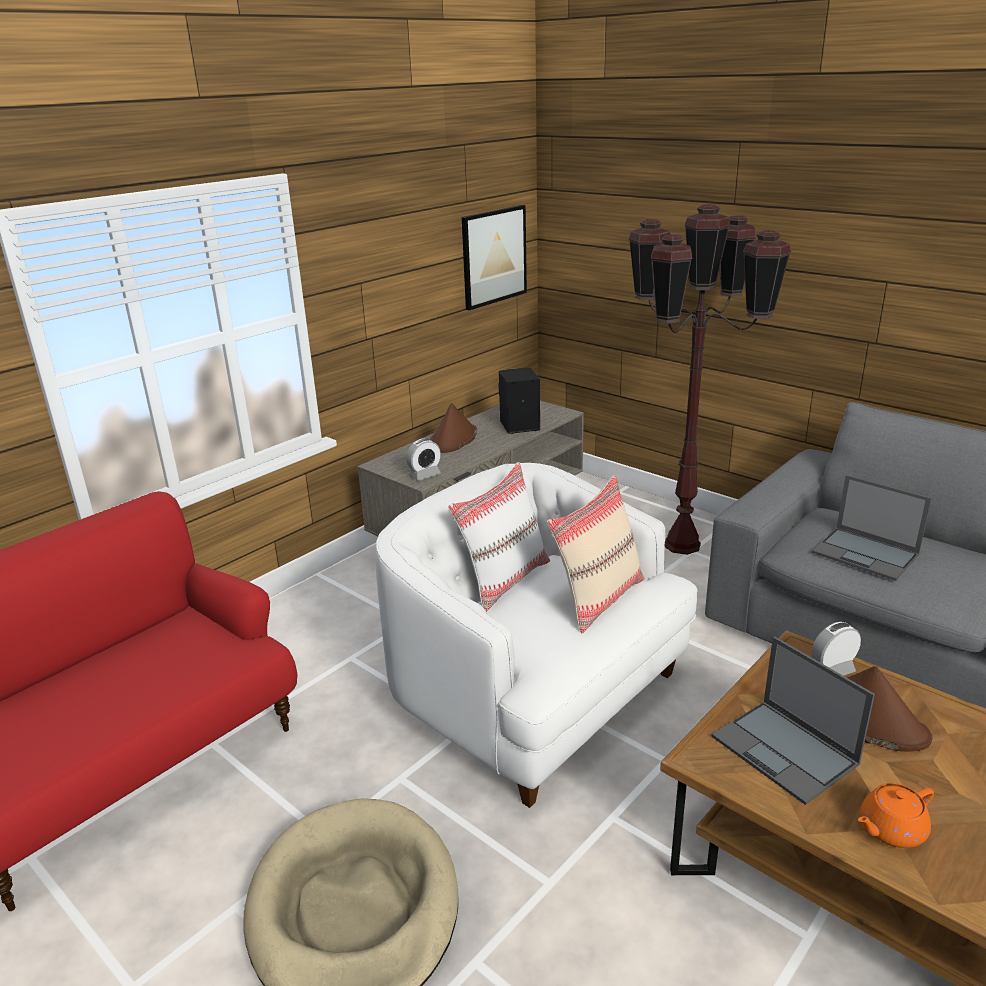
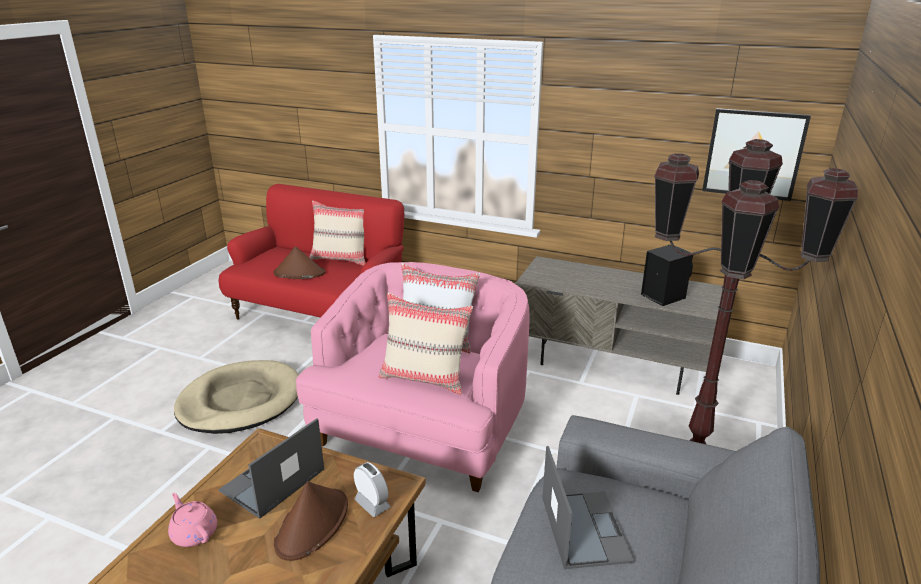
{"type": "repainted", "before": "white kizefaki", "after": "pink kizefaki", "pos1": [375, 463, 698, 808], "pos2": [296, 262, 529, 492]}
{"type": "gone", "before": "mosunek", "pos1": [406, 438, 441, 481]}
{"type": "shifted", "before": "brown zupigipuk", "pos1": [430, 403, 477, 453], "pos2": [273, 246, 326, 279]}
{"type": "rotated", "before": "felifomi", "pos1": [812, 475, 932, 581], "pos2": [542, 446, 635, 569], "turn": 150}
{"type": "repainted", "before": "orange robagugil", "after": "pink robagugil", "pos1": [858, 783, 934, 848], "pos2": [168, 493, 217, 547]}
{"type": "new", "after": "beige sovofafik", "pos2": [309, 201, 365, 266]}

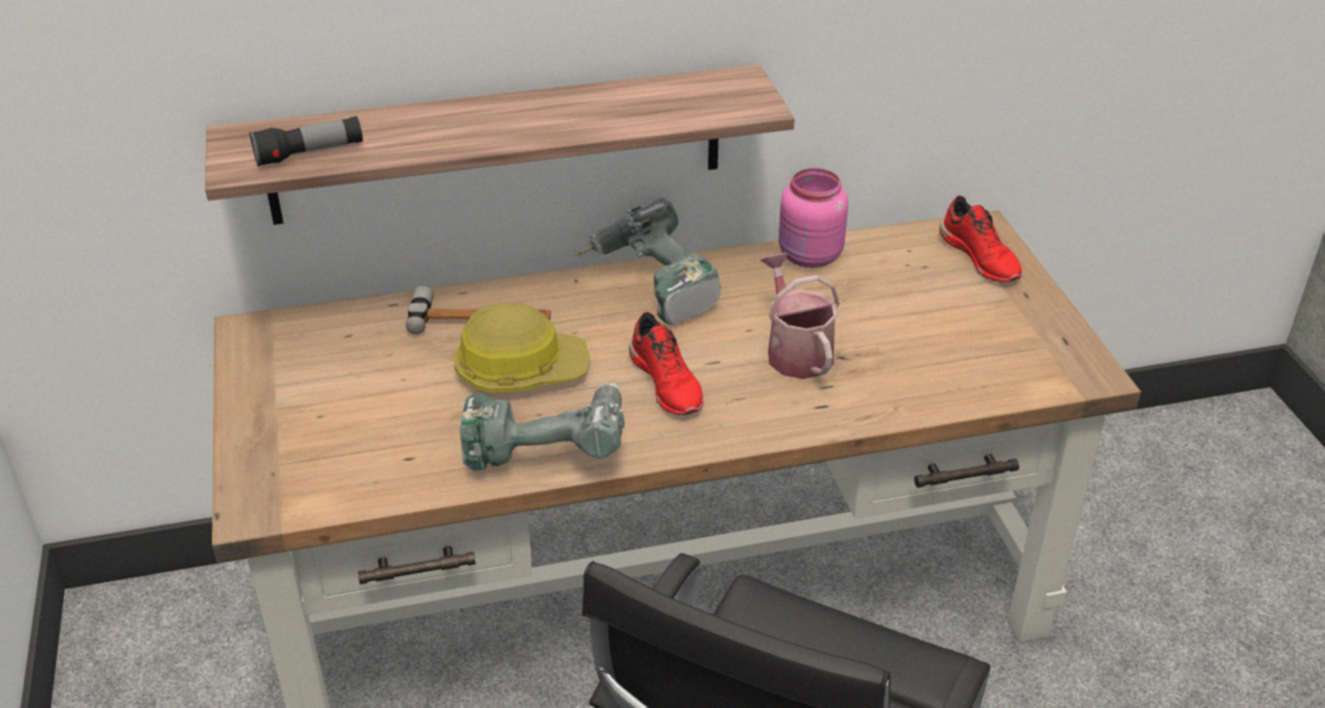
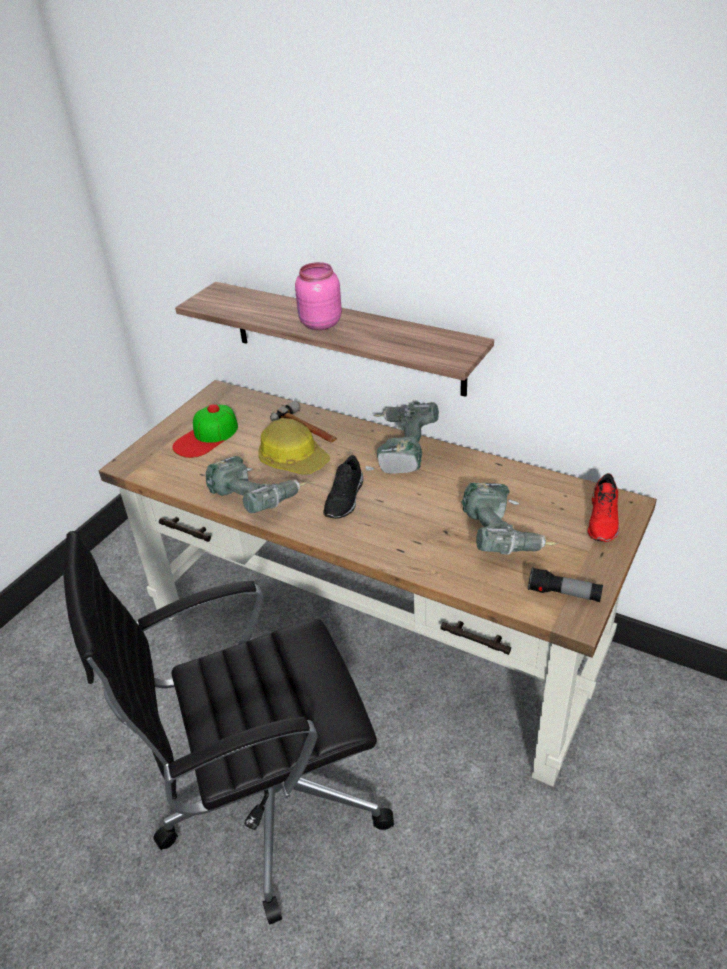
{"type": "shifted", "before": "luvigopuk", "pos1": [249, 116, 363, 167], "pos2": [528, 567, 603, 602]}
{"type": "repainted", "before": "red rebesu", "after": "black rebesu", "pos1": [629, 312, 704, 415], "pos2": [324, 455, 364, 519]}
{"type": "gone", "before": "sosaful", "pos1": [760, 253, 840, 379]}
{"type": "shifted", "before": "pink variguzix", "pos1": [779, 168, 848, 268], "pos2": [295, 262, 342, 330]}
{"type": "new", "after": "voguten", "pos2": [173, 404, 238, 458]}
{"type": "new", "after": "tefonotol", "pos2": [461, 483, 558, 555]}

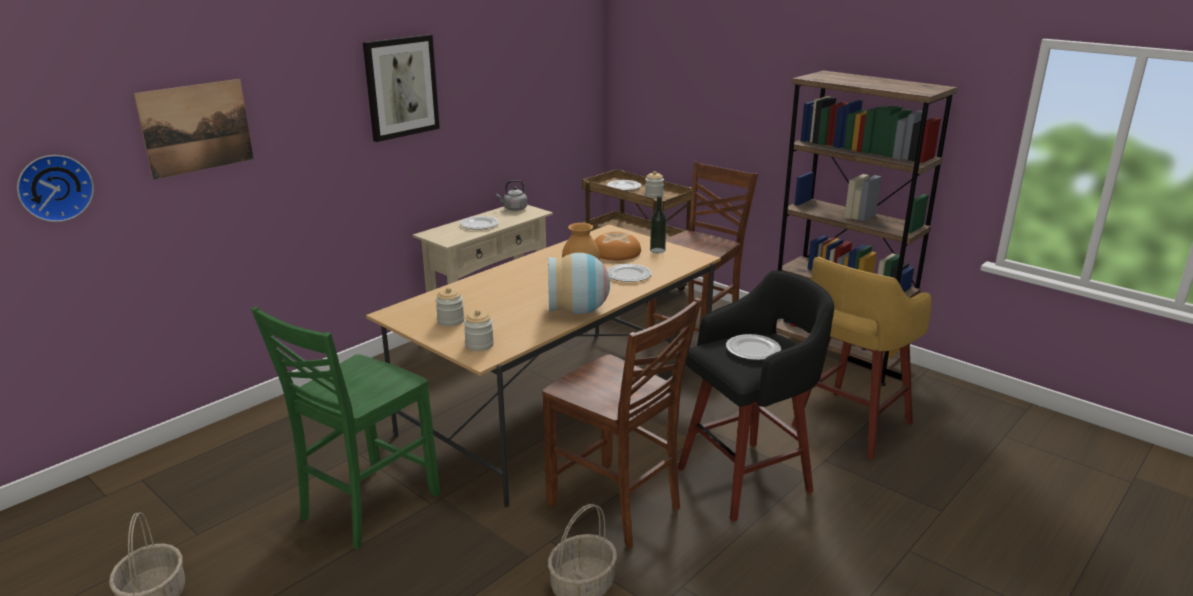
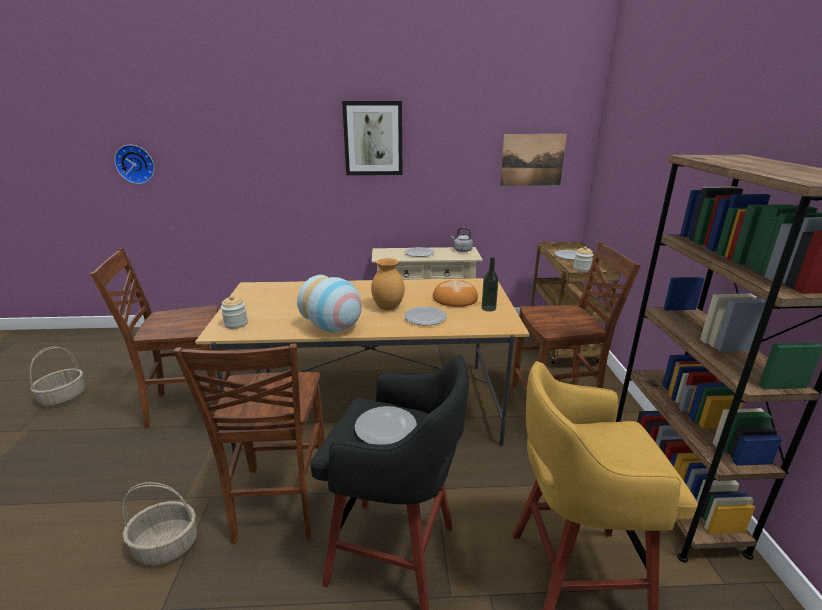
{"type": "shifted", "before": "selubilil", "pos1": [134, 79, 254, 180], "pos2": [500, 134, 567, 186]}
{"type": "repainted", "before": "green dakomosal", "after": "brown dakomosal", "pos1": [251, 307, 440, 549], "pos2": [90, 248, 231, 428]}
{"type": "gone", "before": "variguzix", "pos1": [435, 287, 464, 327]}

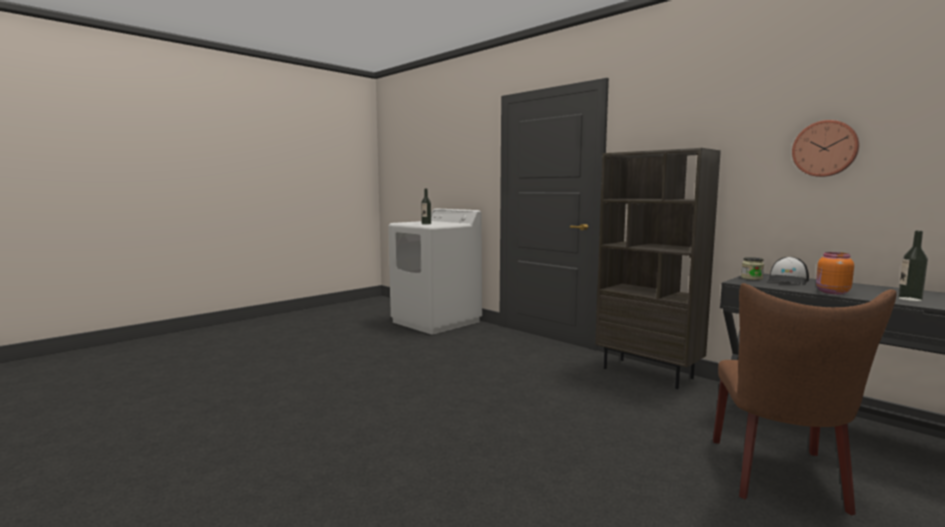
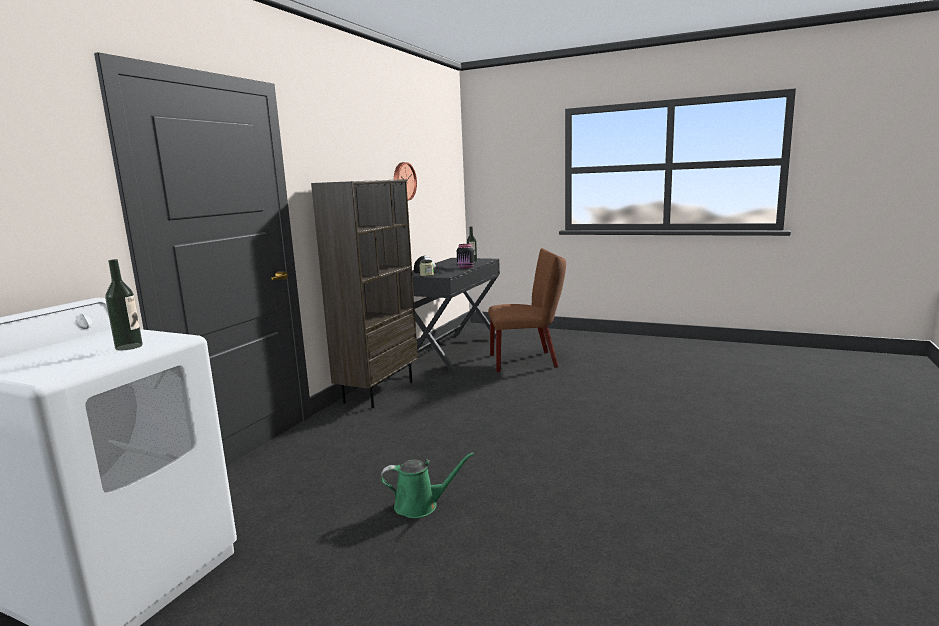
{"type": "repainted", "before": "orange variguzix", "after": "black variguzix", "pos1": [816, 252, 854, 294], "pos2": [457, 244, 474, 268]}
{"type": "new", "after": "green sosaful", "pos2": [380, 452, 474, 518]}

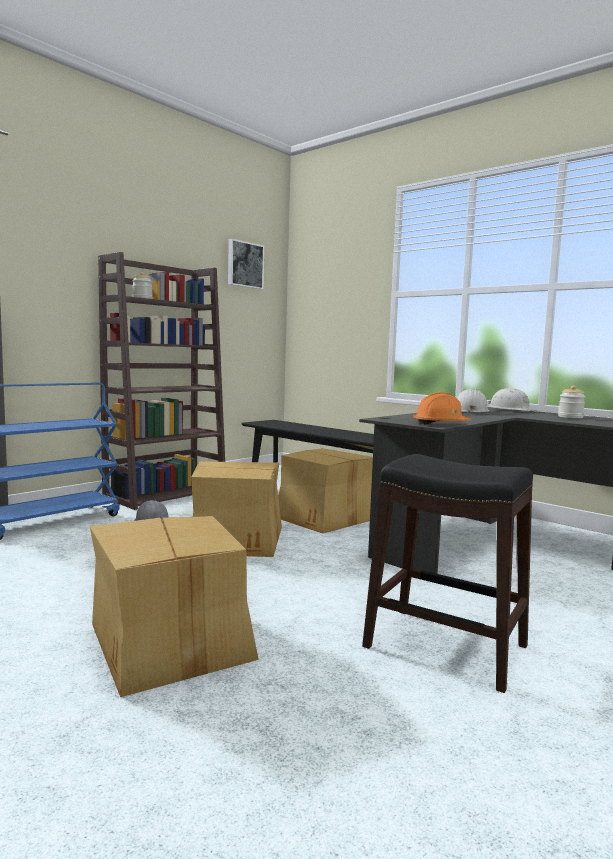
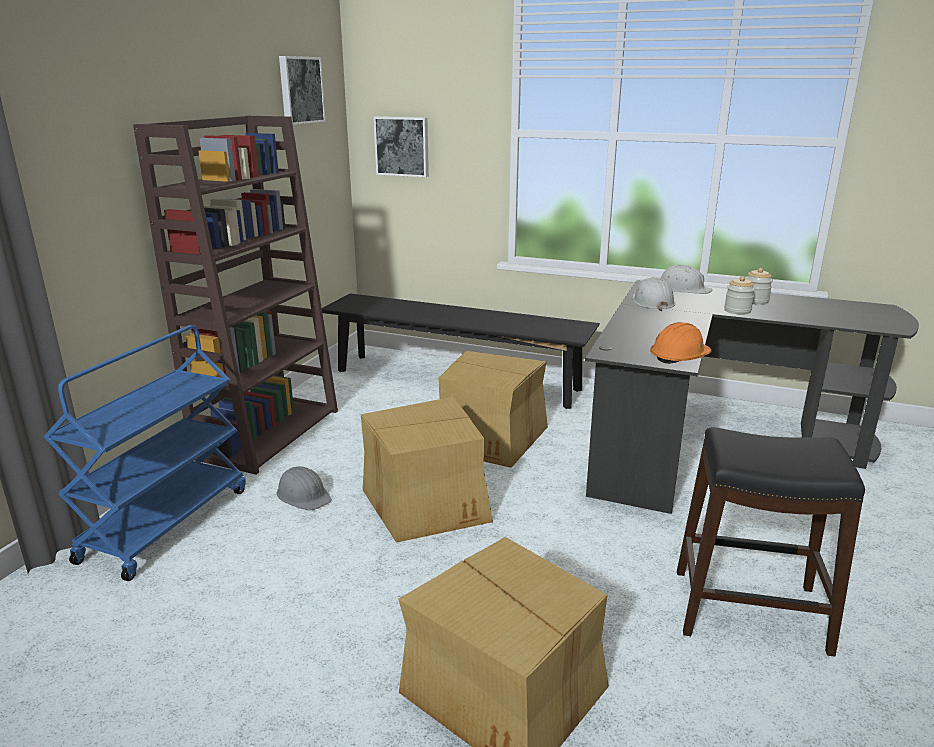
{"type": "shifted", "before": "variguzix", "pos1": [132, 272, 153, 299], "pos2": [724, 276, 755, 315]}
{"type": "new", "after": "selubilil", "pos2": [374, 116, 429, 177]}

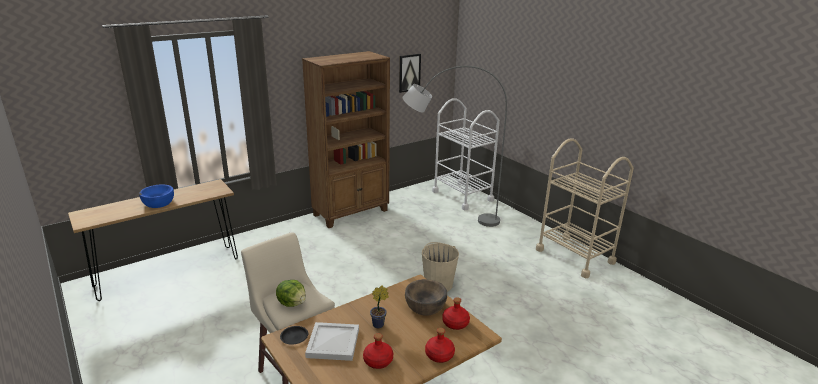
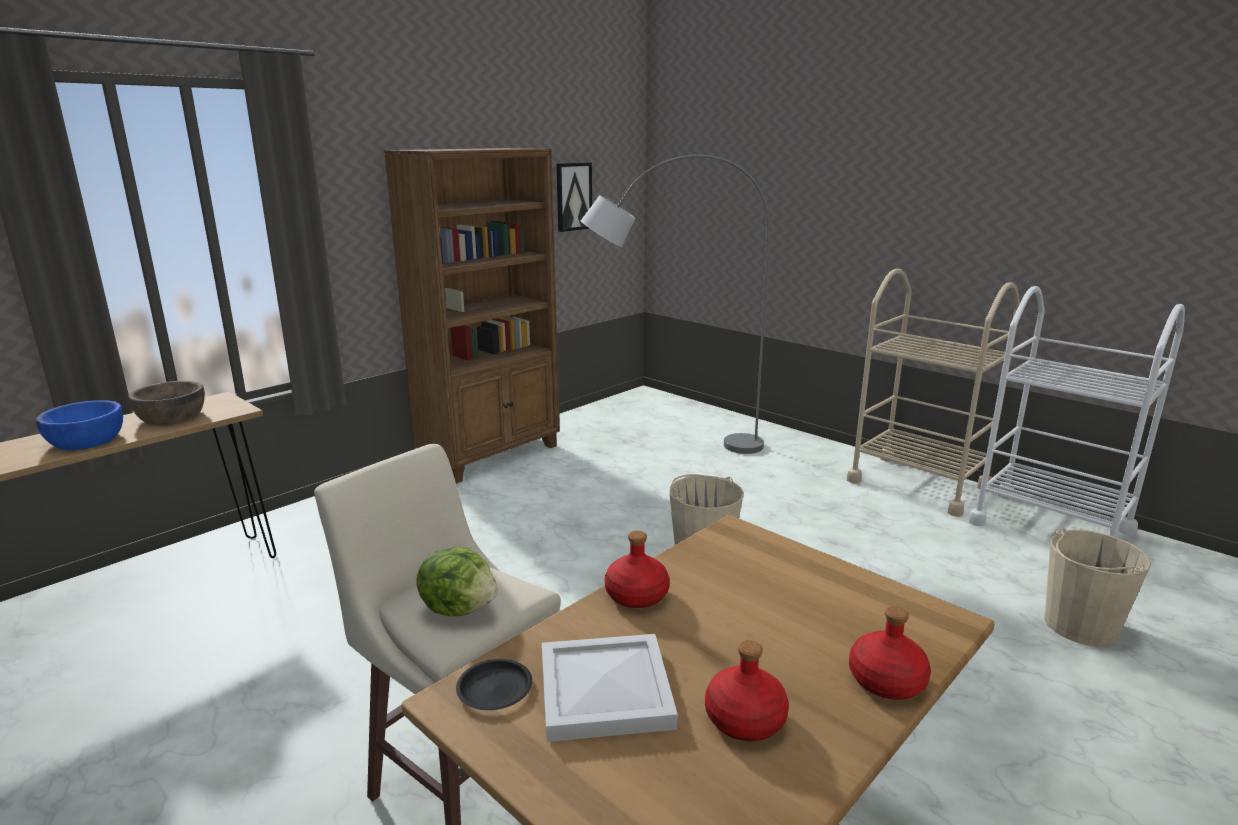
{"type": "gone", "before": "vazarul", "pos1": [370, 286, 389, 328]}
{"type": "shifted", "before": "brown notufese", "pos1": [405, 279, 447, 316], "pos2": [128, 381, 205, 426]}
{"type": "shifted", "before": "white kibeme", "pos1": [432, 98, 500, 210], "pos2": [969, 286, 1185, 537]}
{"type": "shifted", "before": "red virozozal", "pos1": [442, 298, 470, 330], "pos2": [605, 531, 670, 608]}
{"type": "new", "after": "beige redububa", "pos2": [1044, 528, 1151, 646]}

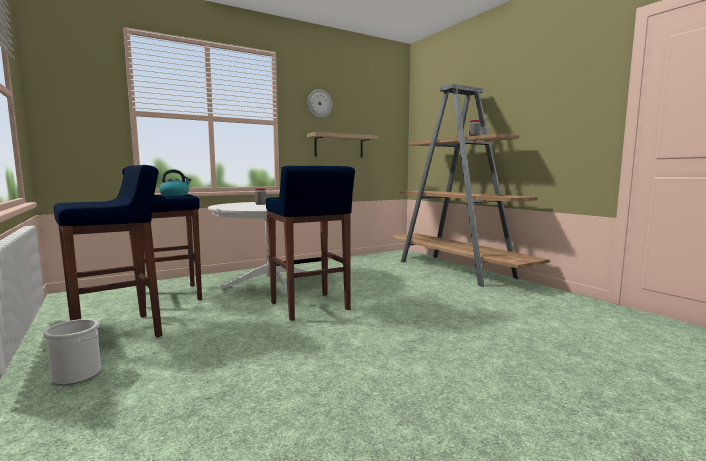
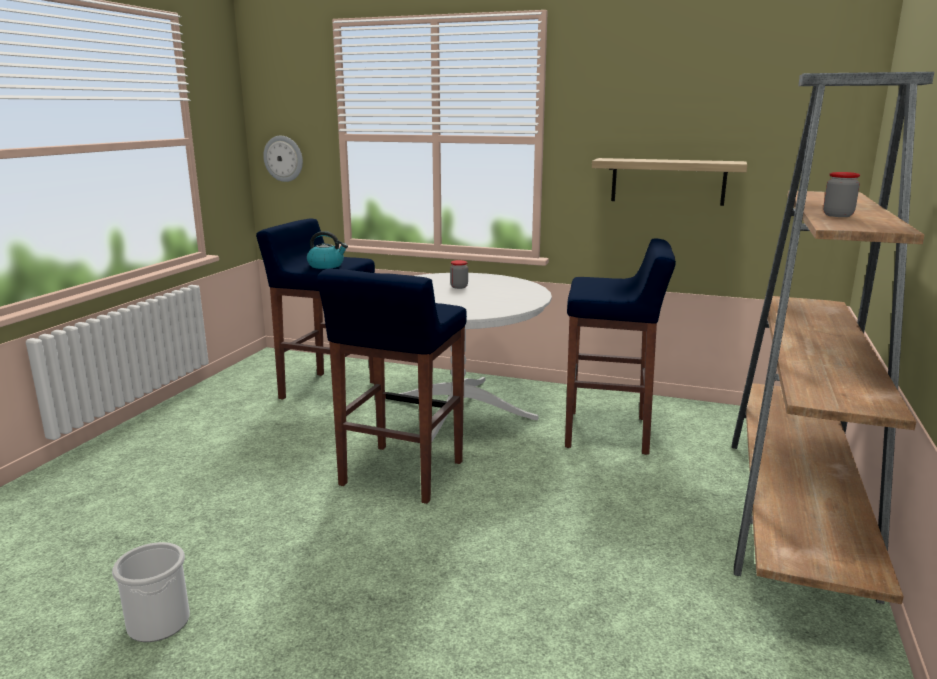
{"type": "shifted", "before": "redububa", "pos1": [43, 319, 101, 385], "pos2": [112, 542, 190, 642]}
{"type": "shifted", "before": "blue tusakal", "pos1": [54, 165, 162, 337], "pos2": [565, 238, 676, 455]}
{"type": "shifted", "before": "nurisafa", "pos1": [307, 89, 332, 118], "pos2": [263, 136, 303, 182]}

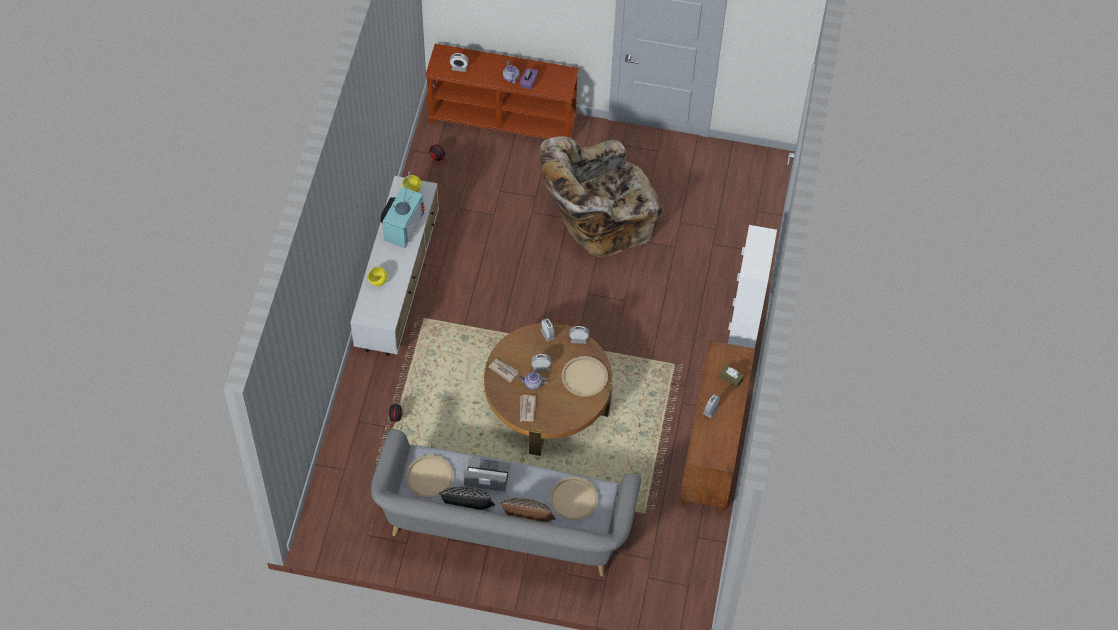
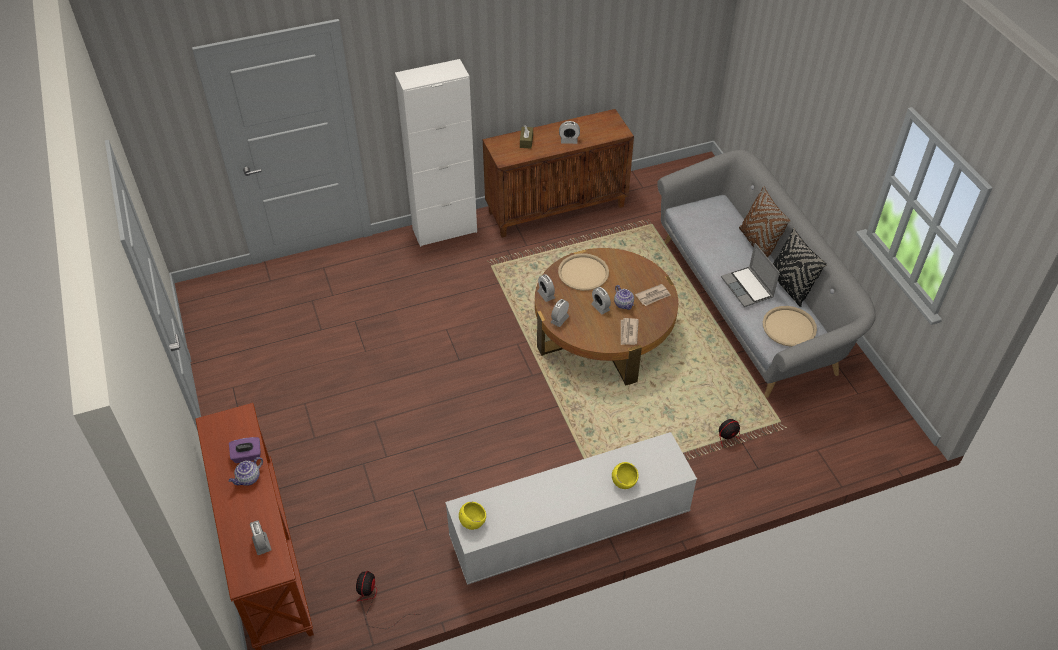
{"type": "gone", "before": "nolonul", "pos1": [381, 171, 425, 248]}
{"type": "gone", "before": "beige kizefaki", "pos1": [540, 136, 662, 257]}
{"type": "gone", "before": "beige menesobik", "pos1": [550, 476, 598, 520]}

